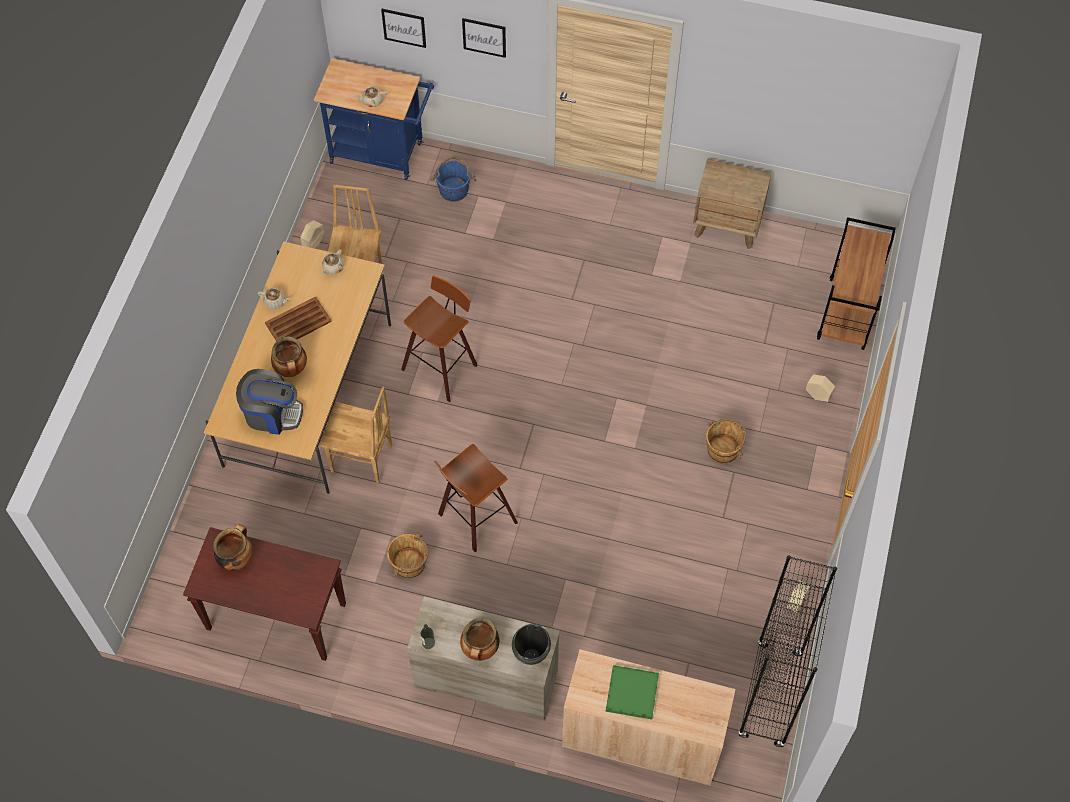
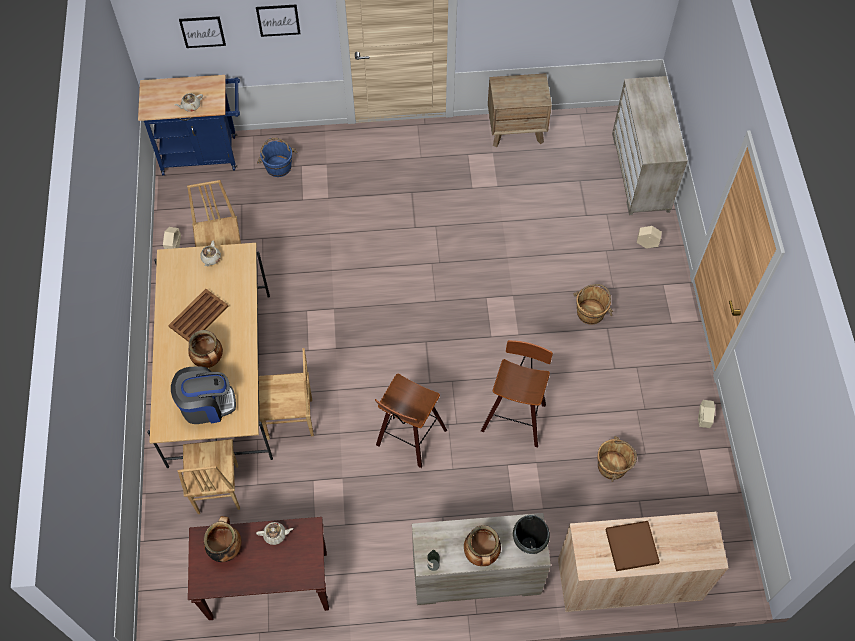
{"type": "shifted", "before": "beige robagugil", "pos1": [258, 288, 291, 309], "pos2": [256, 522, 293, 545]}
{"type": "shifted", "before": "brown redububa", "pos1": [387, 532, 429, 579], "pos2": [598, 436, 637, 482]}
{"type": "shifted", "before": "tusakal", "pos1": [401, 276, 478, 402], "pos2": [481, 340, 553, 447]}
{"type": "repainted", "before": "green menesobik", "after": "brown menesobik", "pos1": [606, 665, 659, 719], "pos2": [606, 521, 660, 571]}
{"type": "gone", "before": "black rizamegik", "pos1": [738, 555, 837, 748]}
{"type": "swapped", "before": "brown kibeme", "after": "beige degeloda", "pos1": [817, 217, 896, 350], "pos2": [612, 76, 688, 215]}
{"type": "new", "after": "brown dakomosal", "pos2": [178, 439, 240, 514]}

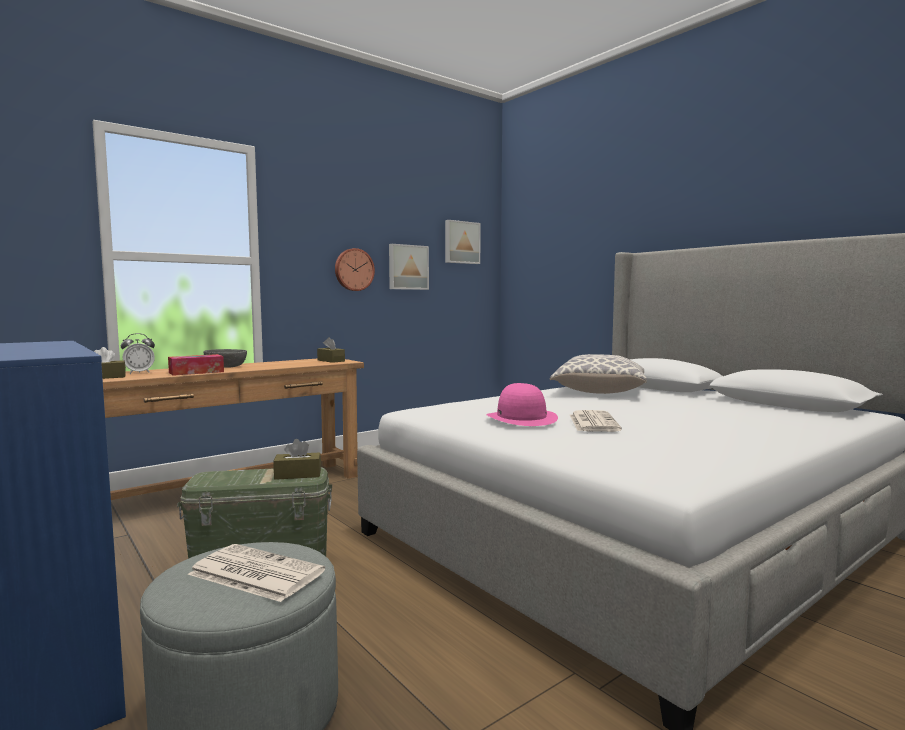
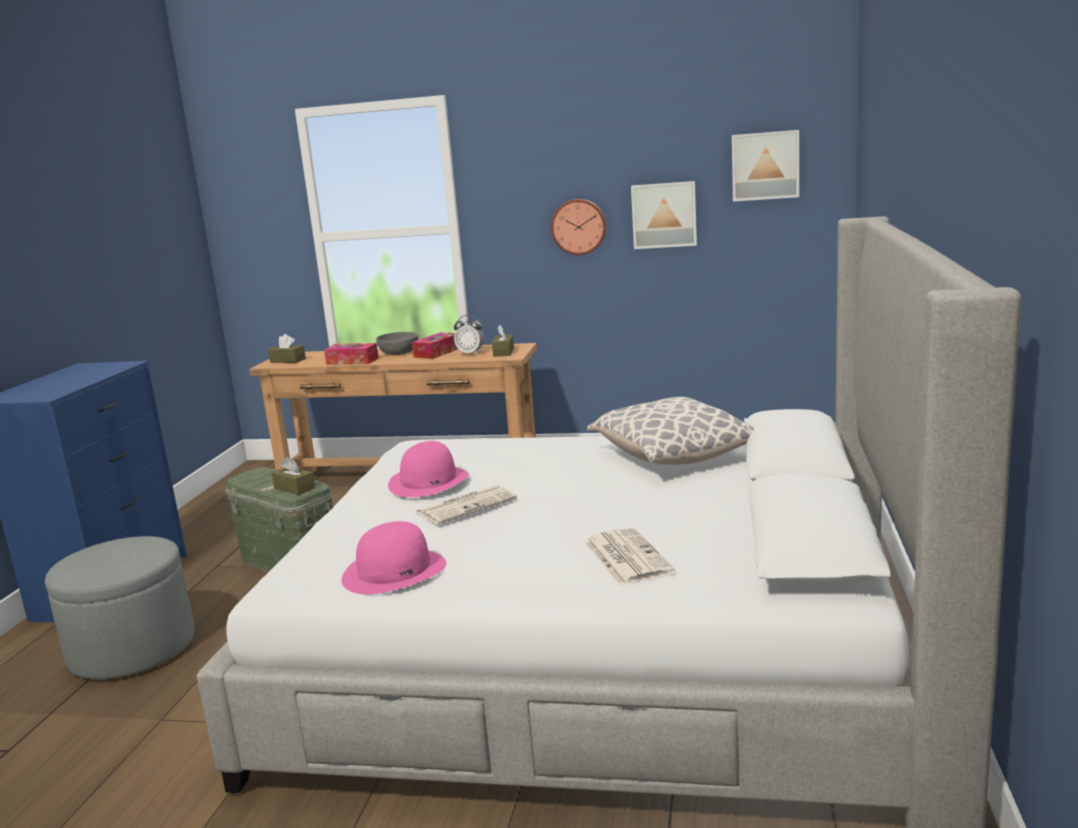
{"type": "shifted", "before": "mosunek", "pos1": [121, 333, 155, 374], "pos2": [454, 315, 484, 355]}
{"type": "shifted", "before": "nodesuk", "pos1": [188, 544, 325, 602], "pos2": [585, 527, 675, 586]}
{"type": "new", "after": "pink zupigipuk", "pos2": [342, 521, 446, 595]}
{"type": "new", "after": "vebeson", "pos2": [412, 332, 458, 359]}

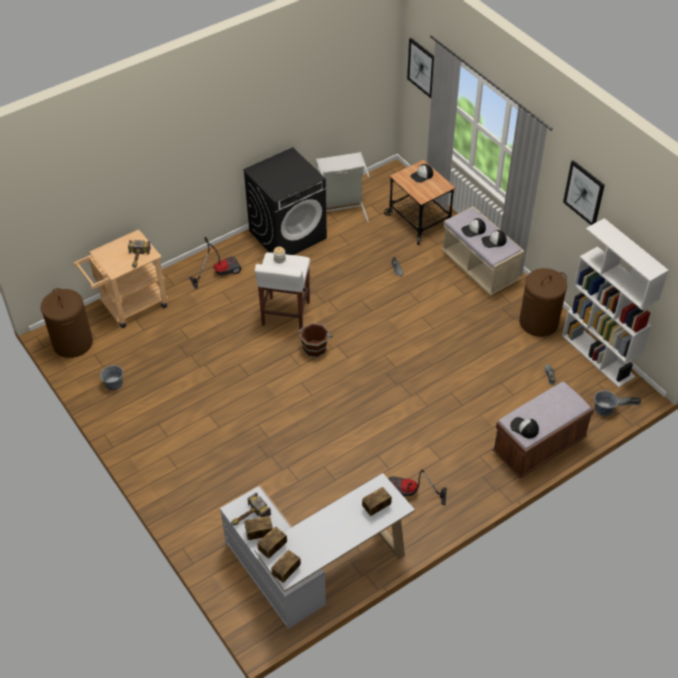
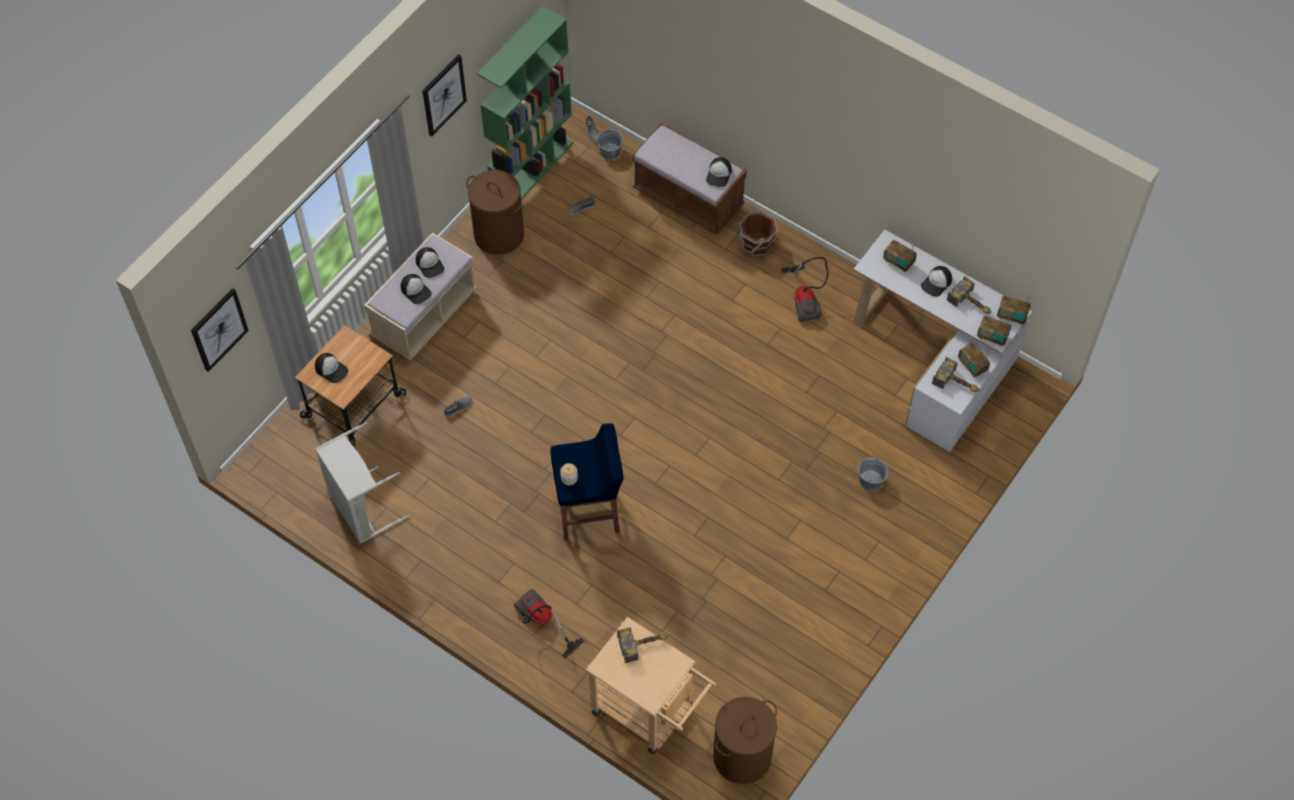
{"type": "shifted", "before": "grey redububa", "pos1": [100, 365, 123, 390], "pos2": [858, 457, 888, 490]}
{"type": "gone", "before": "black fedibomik", "pos1": [243, 147, 327, 255]}
{"type": "repainted", "before": "white tusakal", "after": "blue tusakal", "pos1": [255, 252, 310, 330], "pos2": [550, 423, 624, 541]}
{"type": "shifted", "before": "brown redububa", "pos1": [298, 323, 332, 358], "pos2": [739, 210, 777, 257]}
{"type": "repainted", "before": "white rizamegik", "after": "green rizamegik", "pos1": [562, 218, 669, 388], "pos2": [477, 6, 573, 199]}
{"type": "new", "after": "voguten", "pos2": [921, 266, 952, 297]}
{"type": "new", "after": "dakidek", "pos2": [947, 276, 991, 314]}

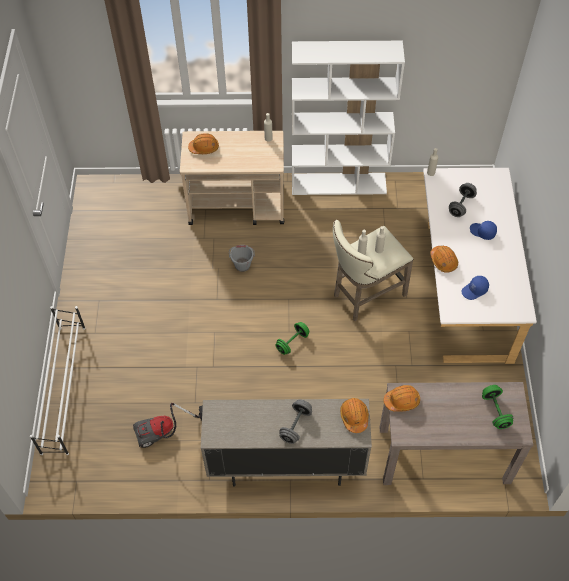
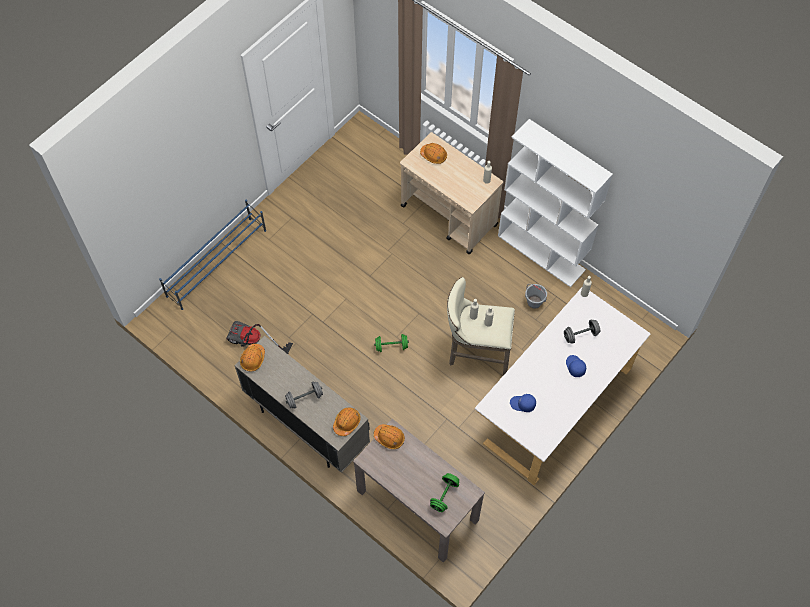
{"type": "repainted", "before": "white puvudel", "after": "blue puvudel", "pos1": [30, 306, 86, 455], "pos2": [159, 200, 266, 310]}
{"type": "shifted", "before": "grey redububa", "pos1": [229, 245, 255, 272], "pos2": [525, 284, 547, 309]}
{"type": "shifted", "before": "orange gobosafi", "pos1": [430, 246, 458, 273], "pos2": [240, 344, 265, 372]}

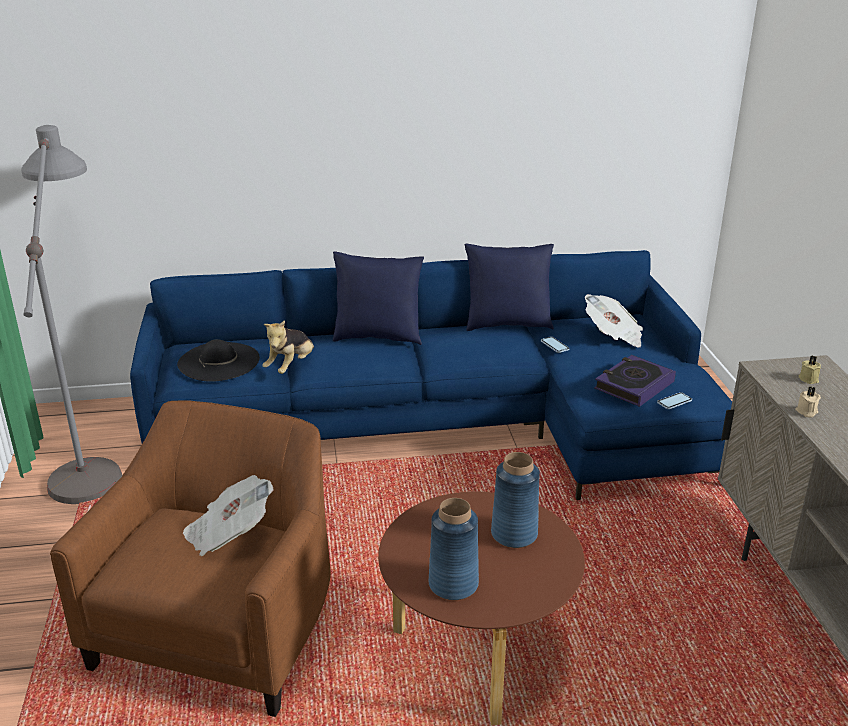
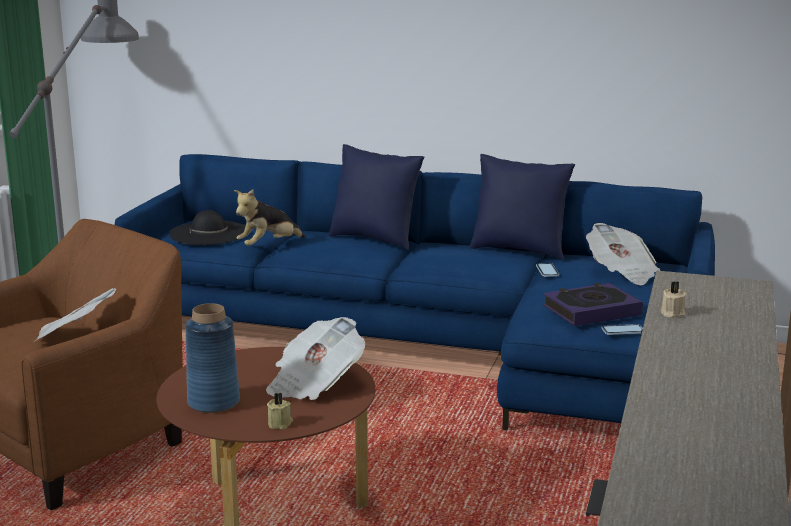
{"type": "swapped", "before": "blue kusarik", "after": "nodesuk", "pos1": [491, 452, 540, 548], "pos2": [266, 317, 365, 400]}
{"type": "shifted", "before": "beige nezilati", "pos1": [799, 355, 821, 384], "pos2": [267, 393, 293, 429]}

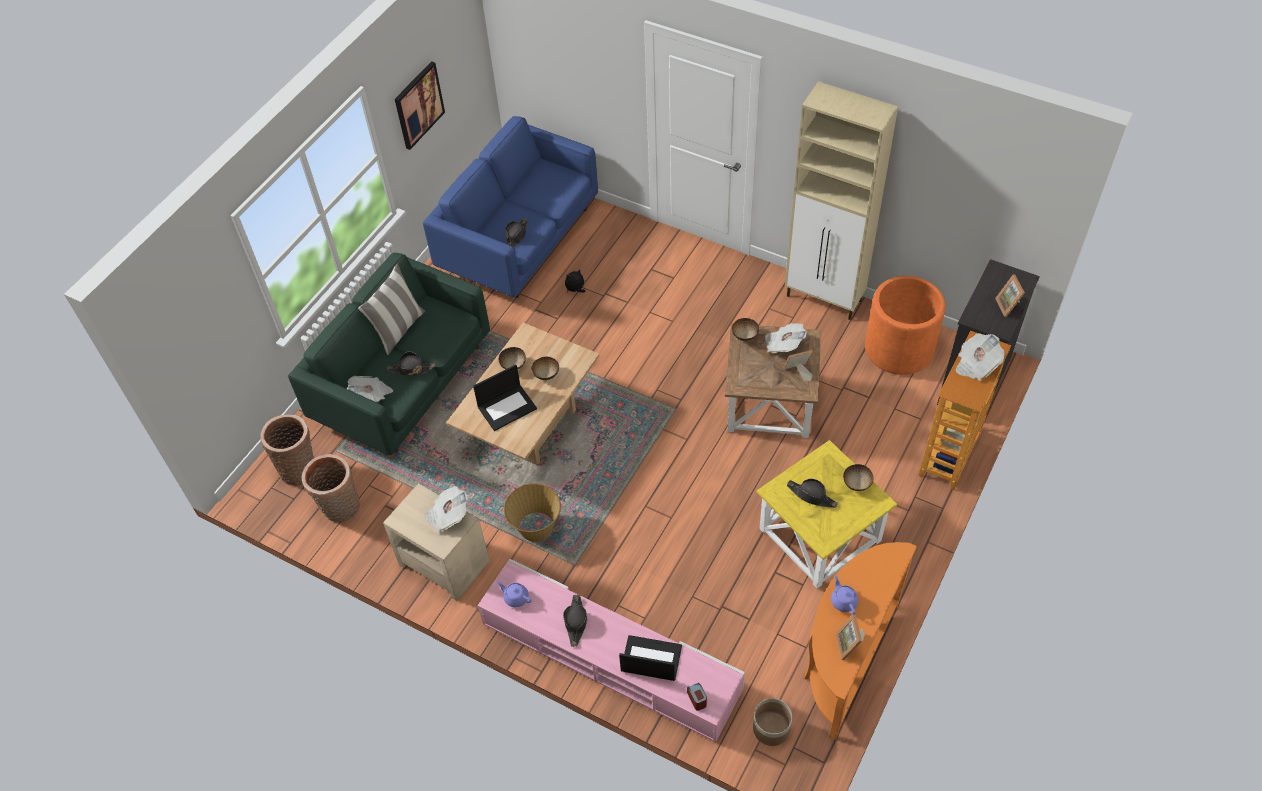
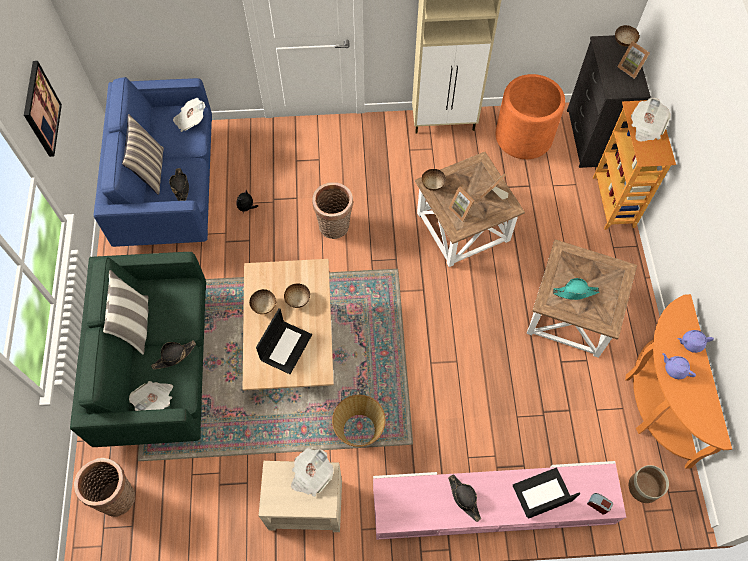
{"type": "shifted", "before": "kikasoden", "pos1": [302, 454, 360, 522], "pos2": [312, 182, 353, 239]}
{"type": "shifted", "before": "purple robagugil", "pos1": [497, 581, 532, 607], "pos2": [678, 330, 714, 353]}
{"type": "repainted", "before": "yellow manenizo", "after": "brown manenizo", "pos1": [756, 440, 897, 589], "pos2": [527, 239, 637, 358]}
{"type": "shifted", "before": "nodesuk", "pos1": [765, 323, 807, 353], "pos2": [173, 98, 205, 132]}
{"type": "repainted", "before": "black zupigipuk", "after": "turquoise zupigipuk", "pos1": [787, 479, 838, 508], "pos2": [553, 278, 599, 300]}
{"type": "shifted", "before": "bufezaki", "pos1": [835, 614, 865, 660], "pos2": [449, 187, 474, 222]}
{"type": "shifted", "before": "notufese", "pos1": [843, 464, 874, 491], "pos2": [615, 25, 640, 47]}
{"type": "new", "after": "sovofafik", "pos2": [122, 114, 164, 195]}

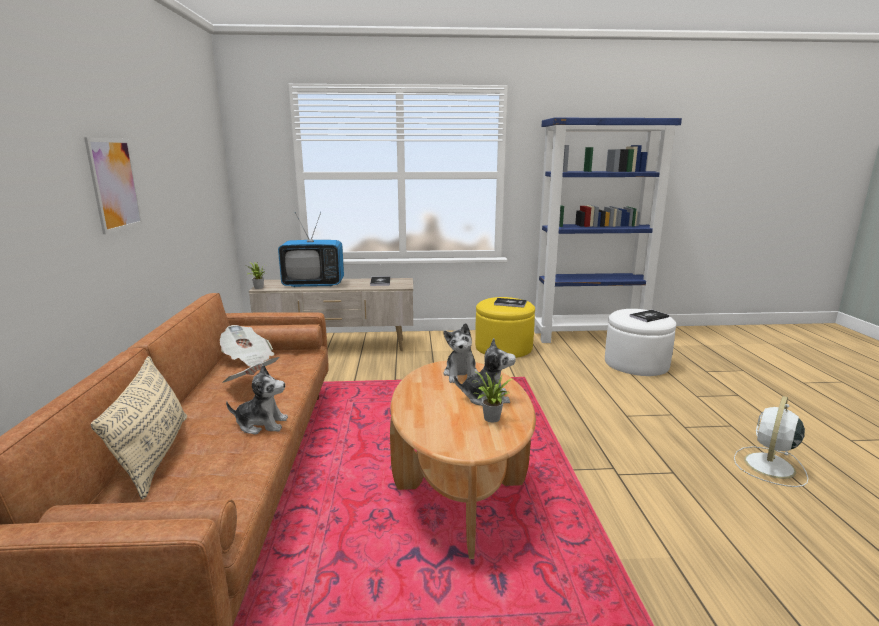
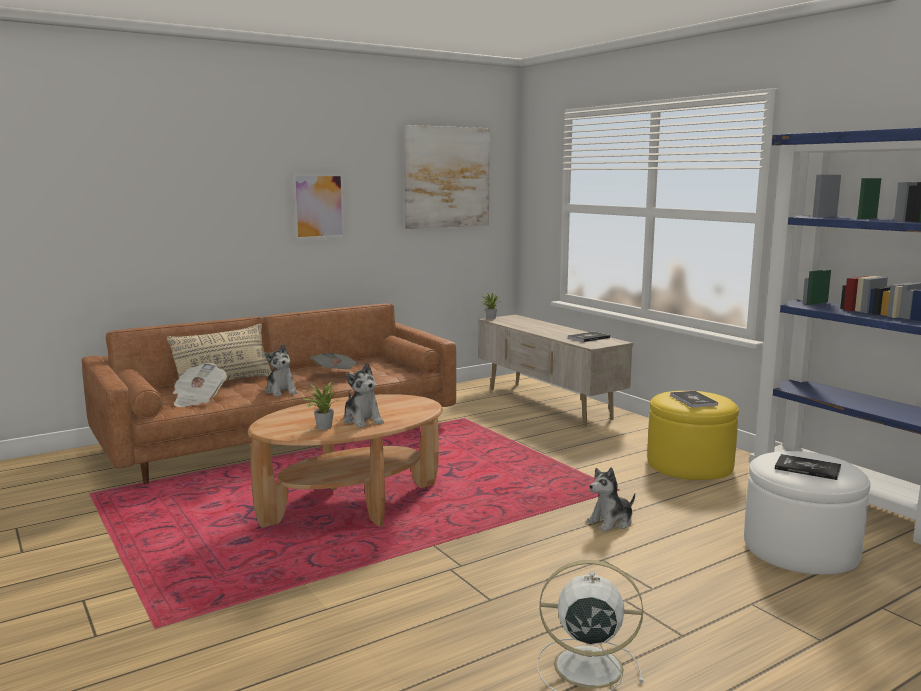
{"type": "shifted", "before": "nodesuk", "pos1": [220, 325, 274, 367], "pos2": [173, 363, 227, 407]}
{"type": "gone", "before": "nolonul", "pos1": [278, 212, 344, 287]}
{"type": "shifted", "before": "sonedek", "pos1": [443, 323, 479, 383], "pos2": [587, 467, 635, 532]}
{"type": "new", "after": "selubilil", "pos2": [404, 125, 490, 229]}

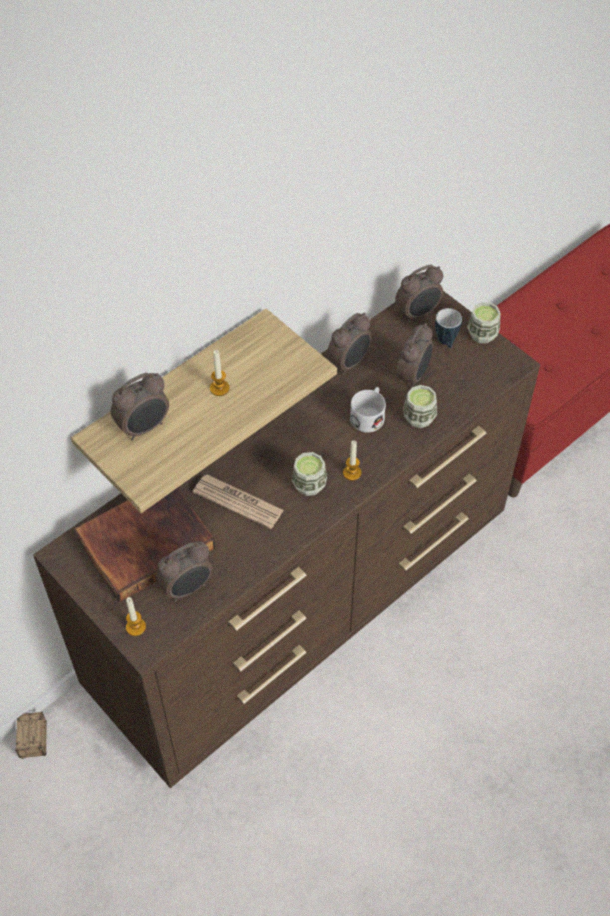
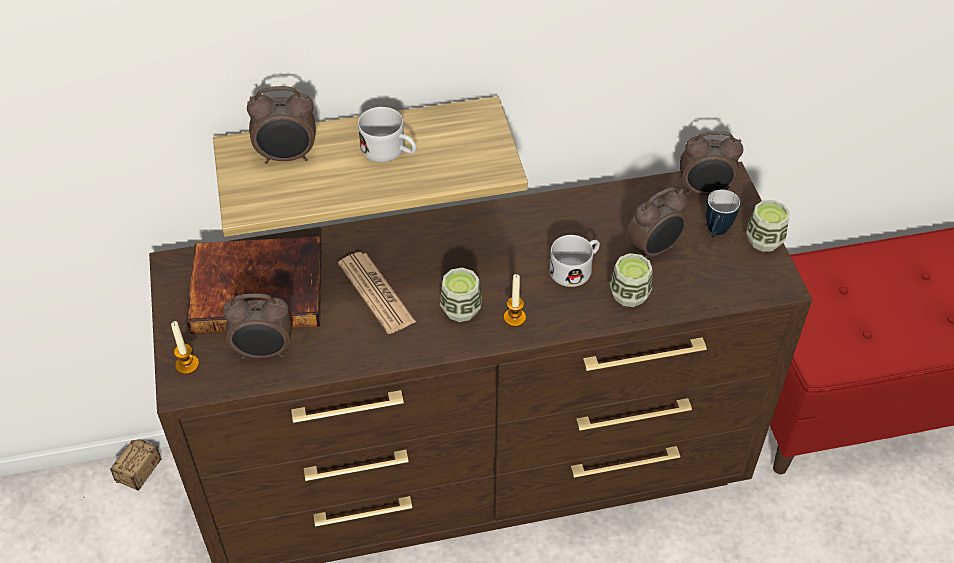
{"type": "swapped", "before": "nezilati", "after": "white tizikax", "pos1": [210, 350, 230, 396], "pos2": [358, 107, 417, 162]}
{"type": "gone", "before": "mosunek", "pos1": [327, 312, 372, 375]}

